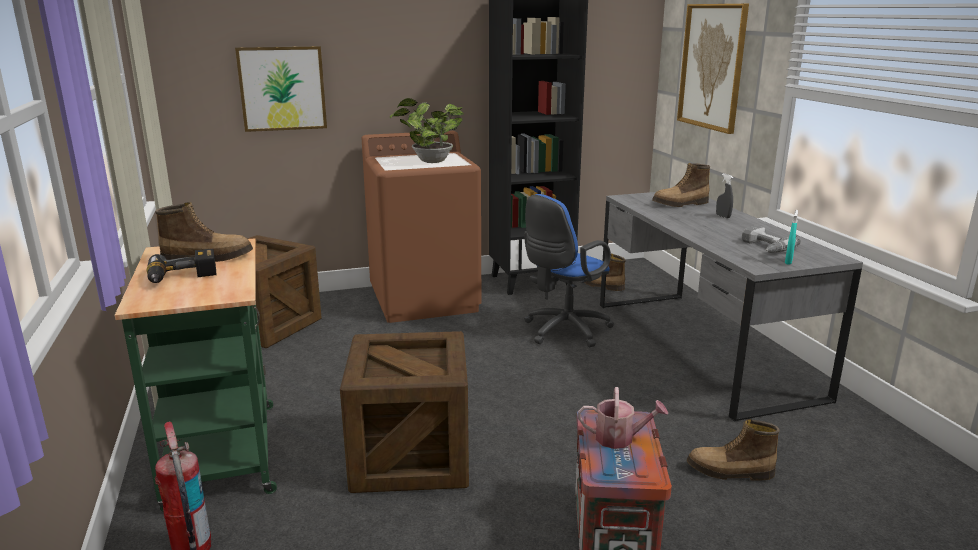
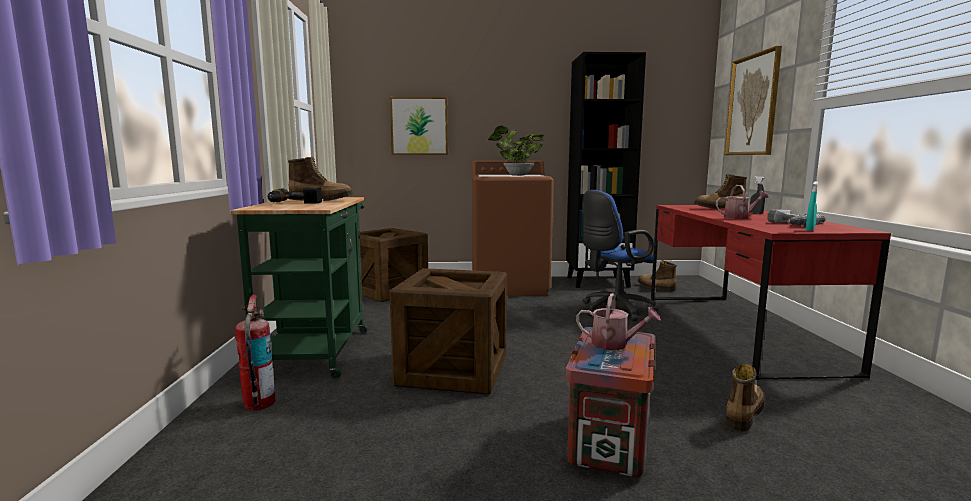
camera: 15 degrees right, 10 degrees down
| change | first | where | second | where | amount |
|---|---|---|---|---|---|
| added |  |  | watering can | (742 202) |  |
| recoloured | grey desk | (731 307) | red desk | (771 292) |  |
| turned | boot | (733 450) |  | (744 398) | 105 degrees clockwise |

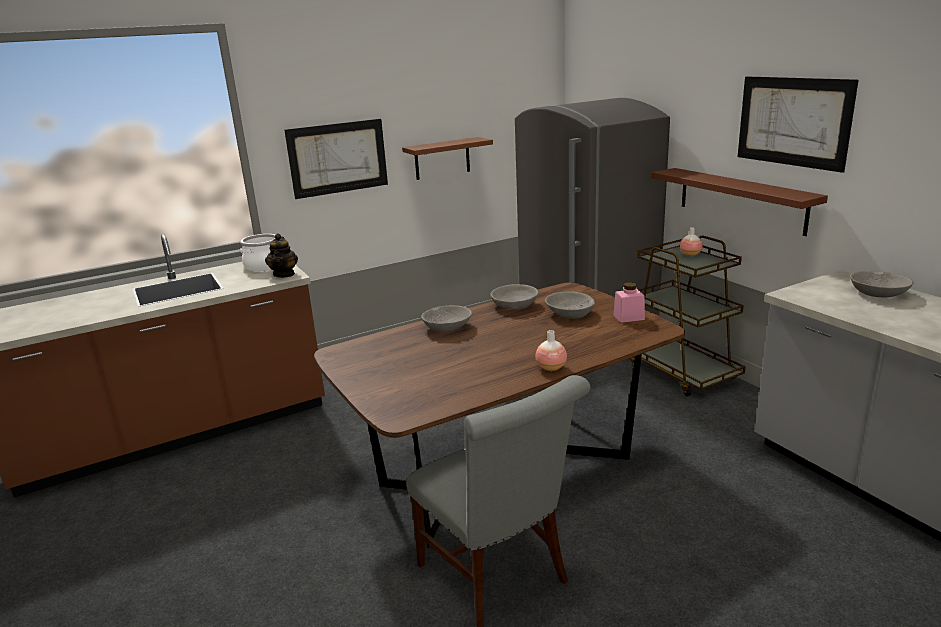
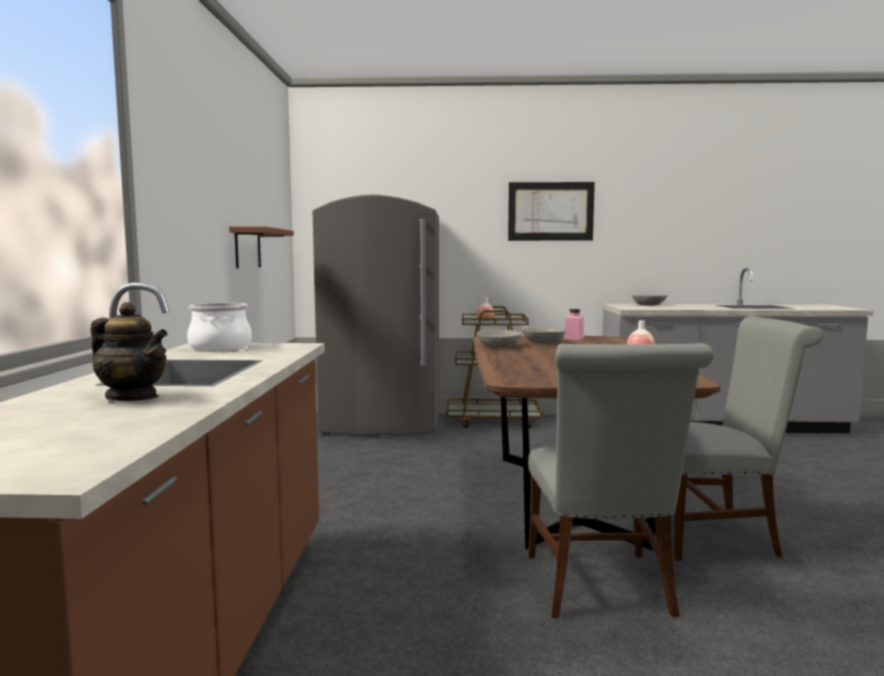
camera: 60 degrees left, 15 degrees down
| change | first | where | second | where | amount |
|---|---|---|---|---|---|
| removed | picture | (336 159) |  |  |  |
| removed | grey bowl | (446 318) |  |  |  |
| removed | brown shelf | (739 202) |  |  |  |
| added |  |  | grey chair | (621 481) |  |
| moved | teapot | (281 255) |  | (129 351) |  |

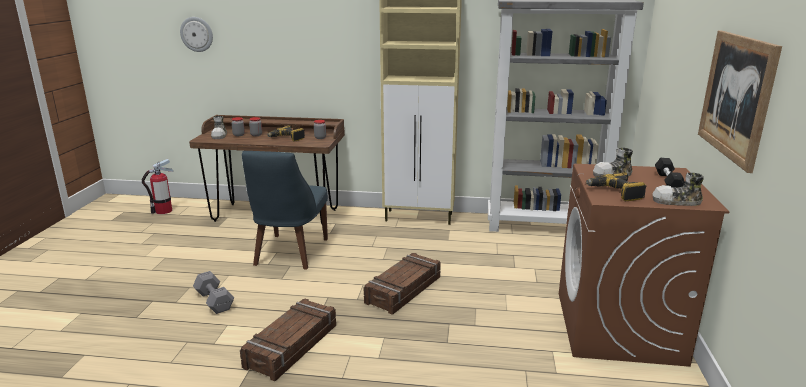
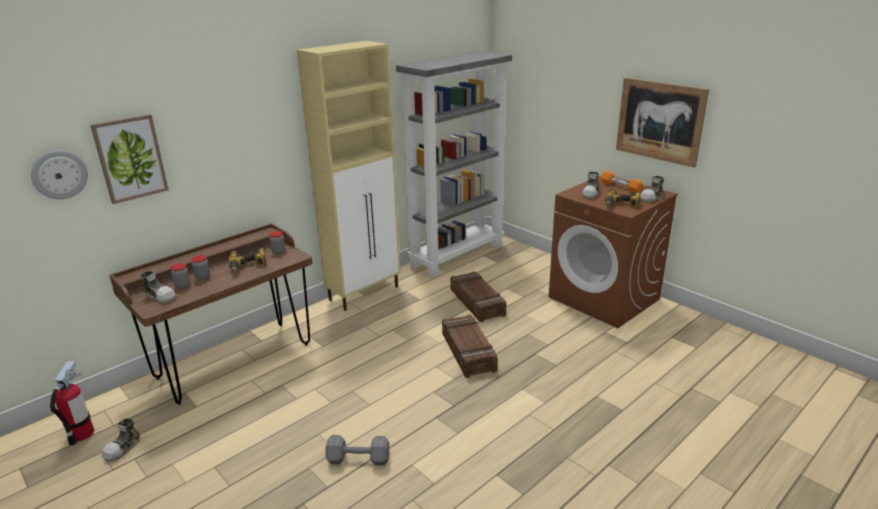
camera: 50 degrees left, 5 degrees up
| change | first | where | second | where | amount |
|---|---|---|---|---|---|
| removed | blue chair | (285 210) |  |  |  |
| added |  |  | picture | (129 159) |  |
| added |  |  | shoe | (121 440) |  |
| moved | crate | (288 340) |  | (478 297) |  |
| recoloured | black dumbbell | (670 173) | orange dumbbell | (622 182) |  |

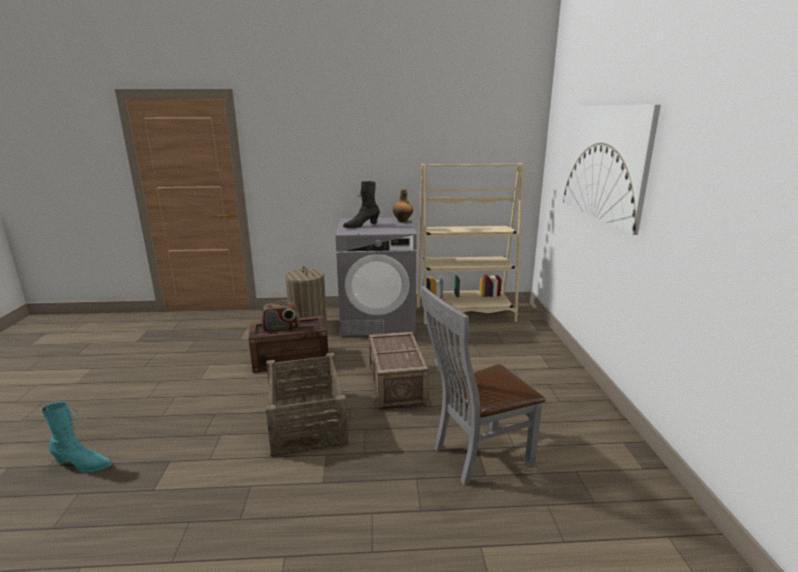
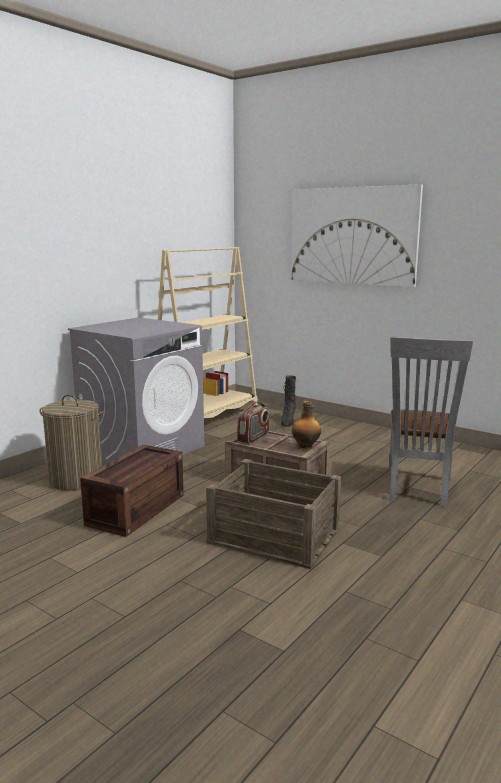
camera: 50 degrees left, 5 degrees down
| change | first | where | second | where | amount |
|---|---|---|---|---|---|
| removed | turquoise boot | (76 436) |  |  |  |
| moved | radio | (281 316) |  | (253 423) |  |
| moved | black boot | (361 204) |  | (288 401) |  |
| moved | bottle | (403 205) |  | (306 425) |  |

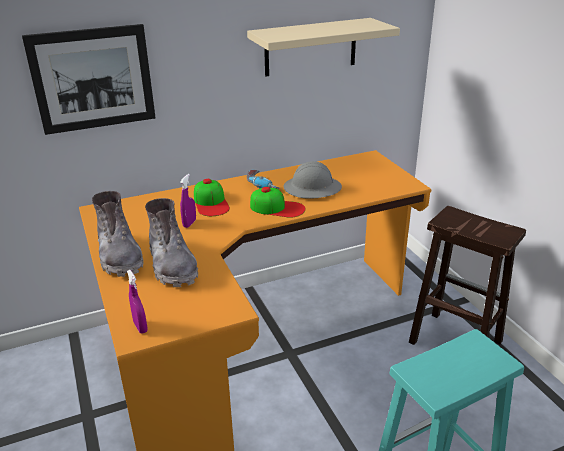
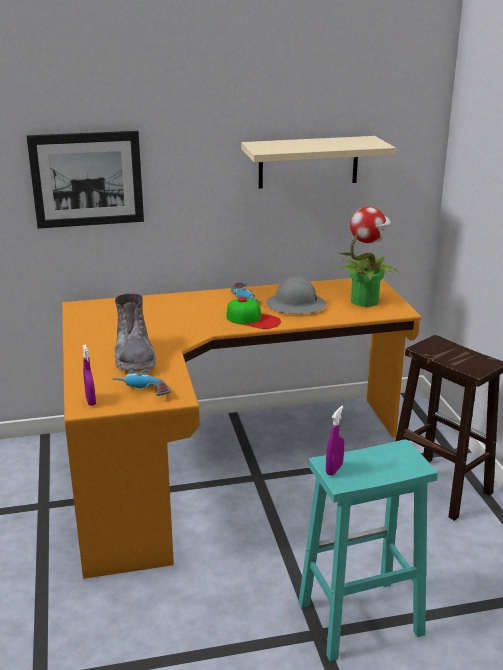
camera: 10 degrees right, 5 degrees down
| change | first | where | second | where | amount |
|---|---|---|---|---|---|
| removed | grey boot | (118 234) |  |  |  |
| removed | cap | (212 197) |  |  |  |
| added |  |  | power drill | (142 384) |  |
| added |  |  | potted plant | (367 257) |  |
| moved | purple spray bottle | (188 201) |  | (335 441) |  |

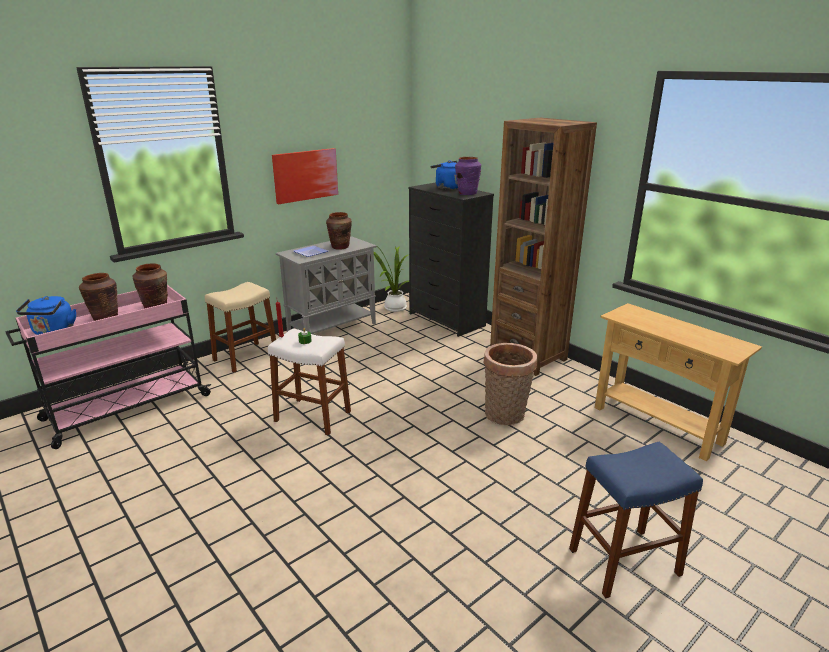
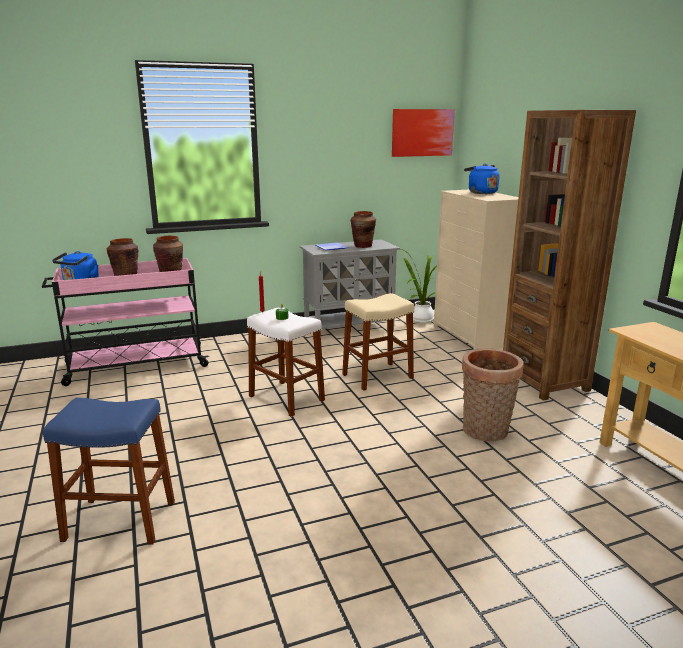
camera: 20 degrees right, 5 degrees down
| change | first | where | second | where | amount |
|---|---|---|---|---|---|
| removed | purple vase | (468 176) |  |  |  |
| moved | beige stool | (240 327) |  | (378 342) |  |
| moved | picture | (305 176) |  | (423 133) |  |
| moved | blue stool | (636 520) |  | (109 471) |  |
| recoloured | black dresser | (451 259) | beige dresser | (476 270) |  |

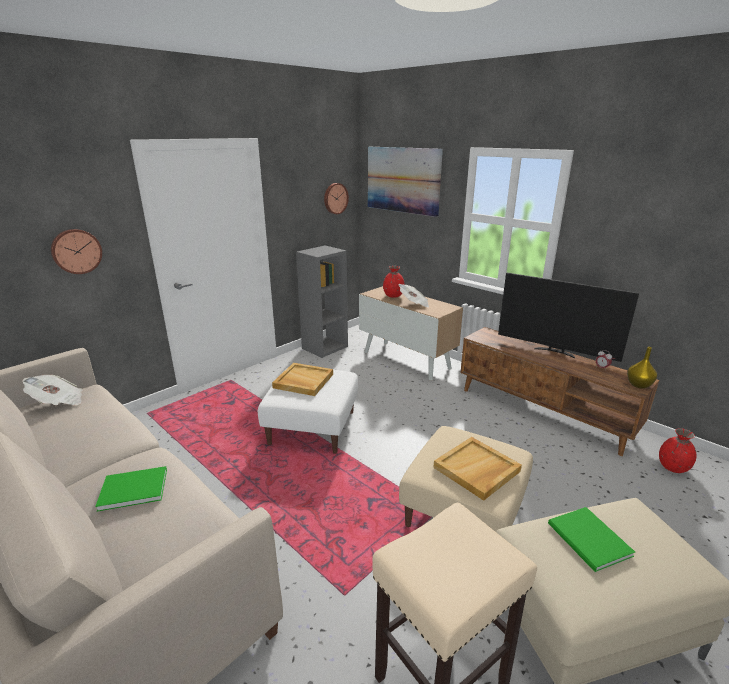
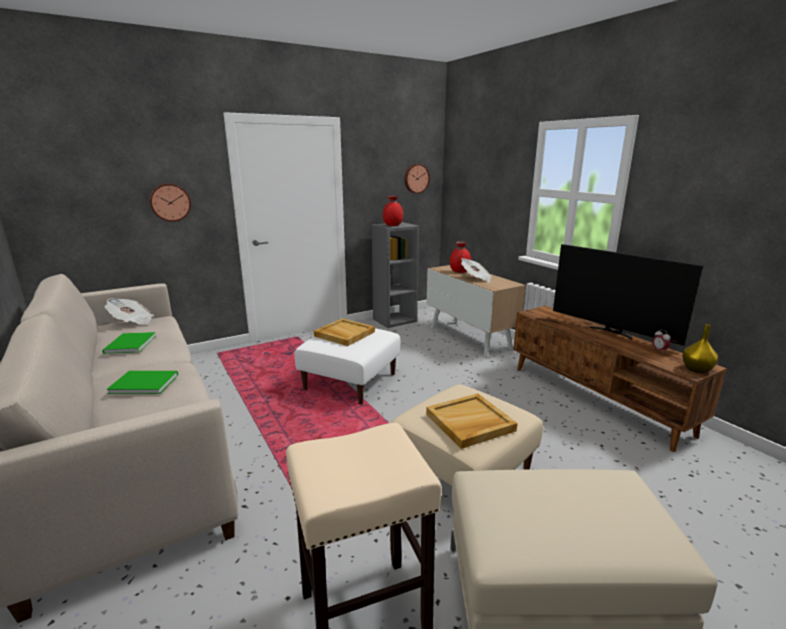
camera: 15 degrees right, 5 degrees down
| change | first | where | second | where | amount |
|---|---|---|---|---|---|
| removed | picture | (405 182) |  |  |  |
| moved | green book | (591 539) |  | (129 343) |  |
| moved | red vase | (677 450) |  | (393 211) |  |

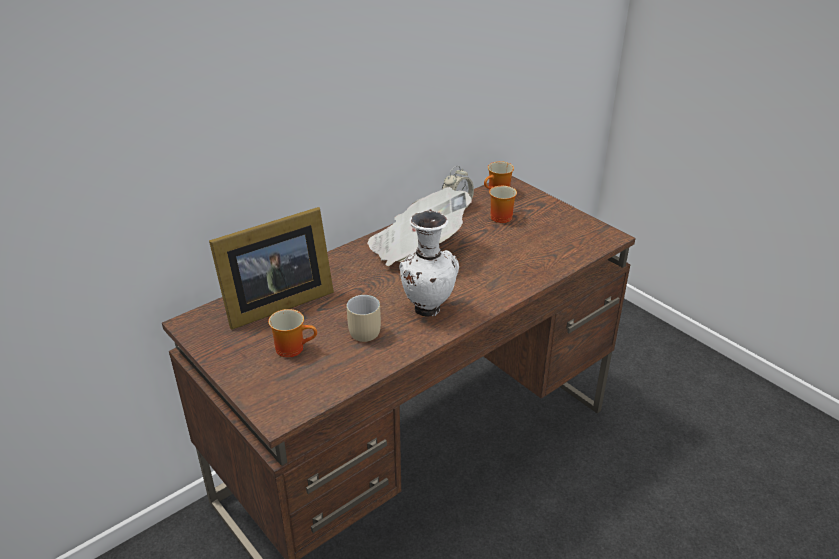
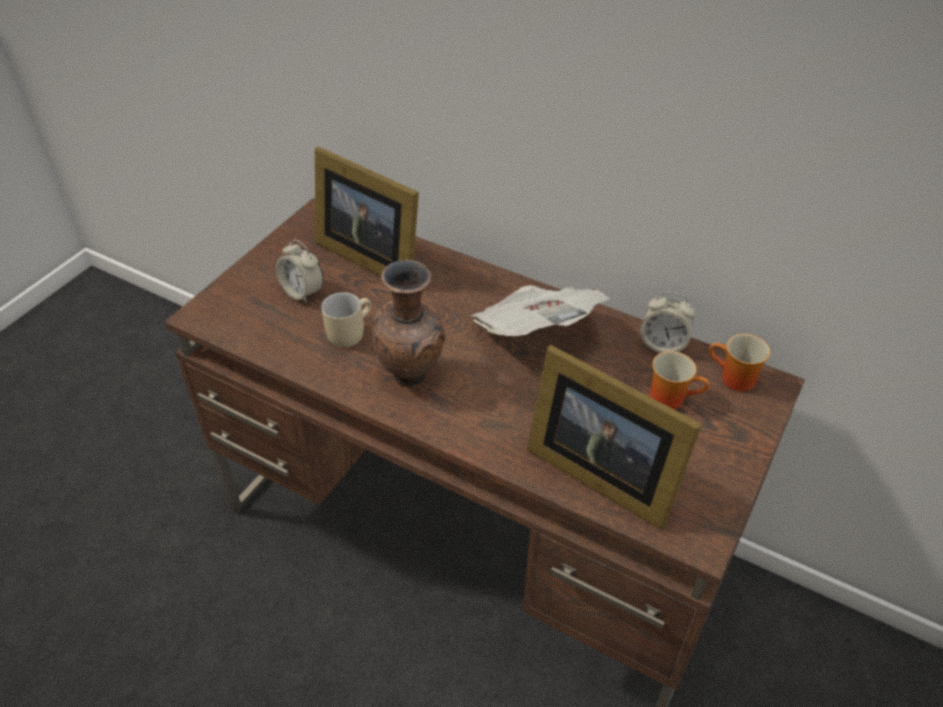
camera: 70 degrees right, 10 degrees up
| change | first | where | second | where | amount |
|---|---|---|---|---|---|
| added |  |  | picture frame | (614 437) |  |
| replaced | mug | (292 333) | alarm clock | (300 271) |  |
| recoloured | white vase | (429 264) | brown vase | (408 323) |  |

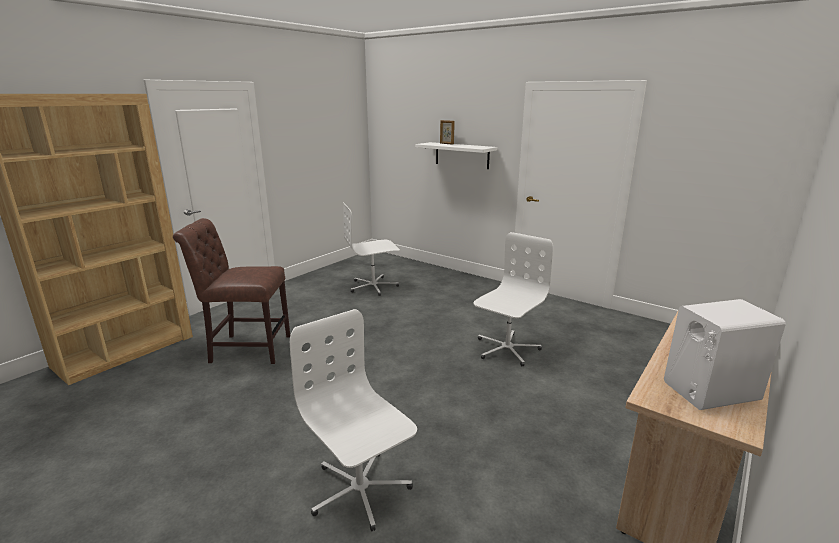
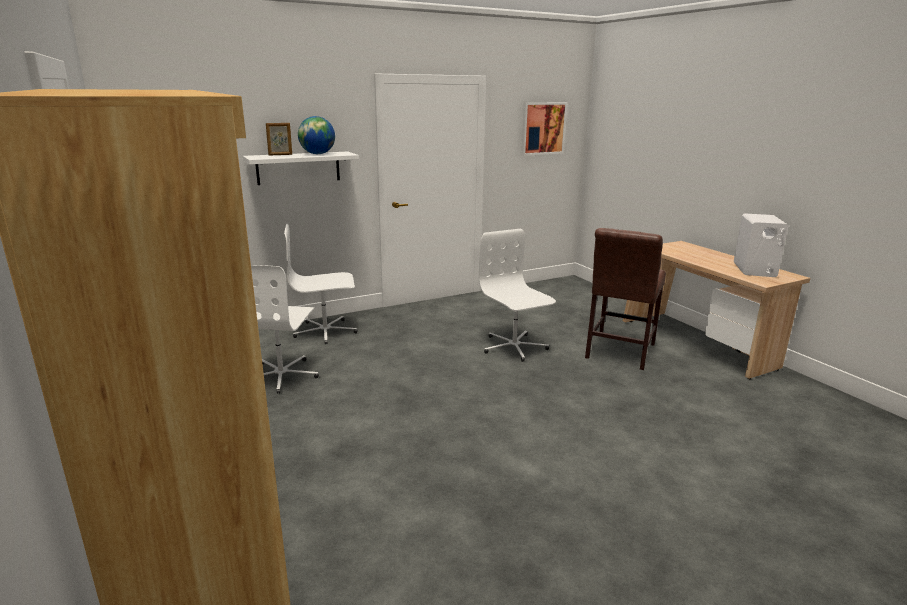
camera: 65 degrees left, 0 degrees up
| change | first | where | second | where | amount |
|---|---|---|---|---|---|
| added |  |  | globe | (316 135) |  |
| added |  |  | picture | (544 129) |  |
| moved | brown chair | (231 291) |  | (625 299) |  |
| moved | white office chair | (353 420) |  | (321 284) |  |

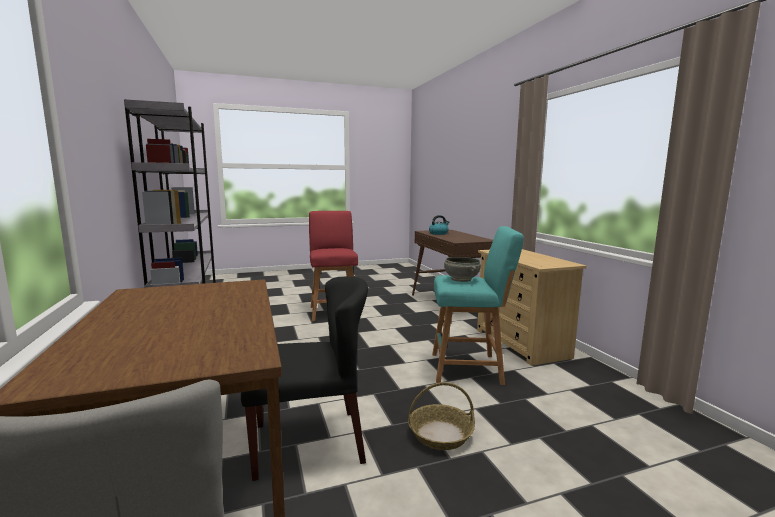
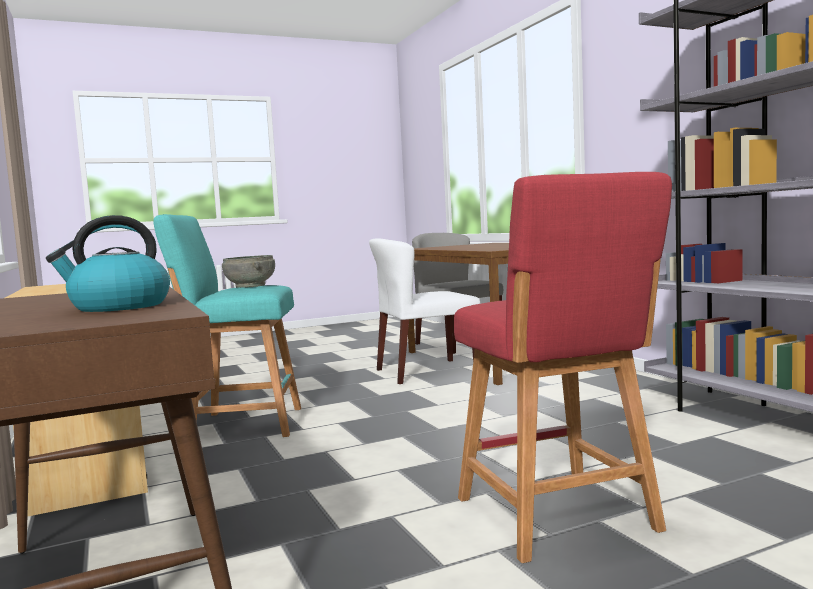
camera: 175 degrees right, 5 degrees down
| change | first | where | second | where | amount |
|---|---|---|---|---|---|
| removed | basket | (441 416) |  |  |  |
| recoloured | black chair | (304 379) | white chair | (425 311) |  |

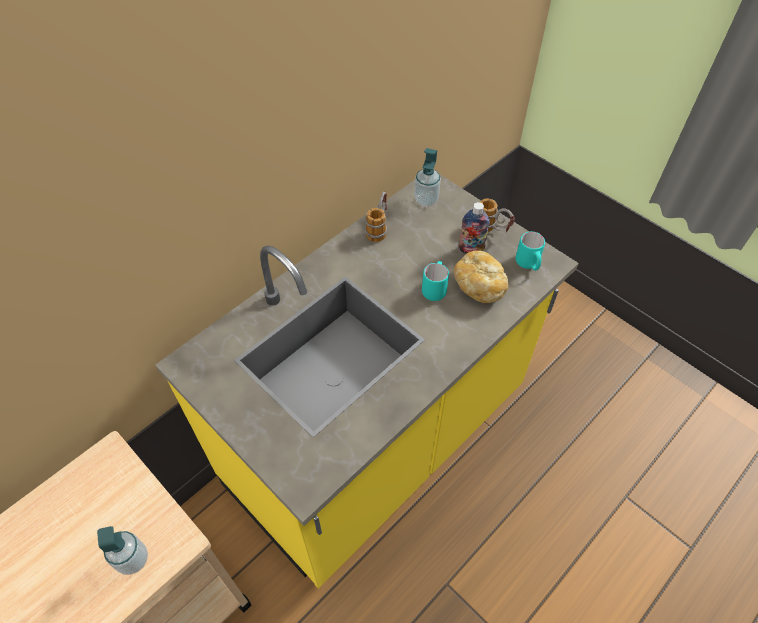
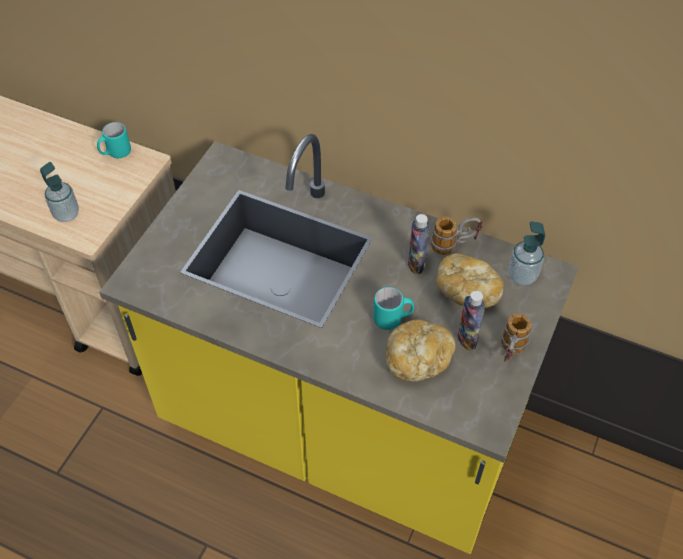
camera: 70 degrees right, 0 degrees up
| change | first | where | second | where | amount |
|---|---|---|---|---|---|
| added |  |  | bottle | (419 244) |  |
| added |  |  | bread | (470 281) |  |
| moved | turquoise mug | (530 251) |  | (114 140) |  |

